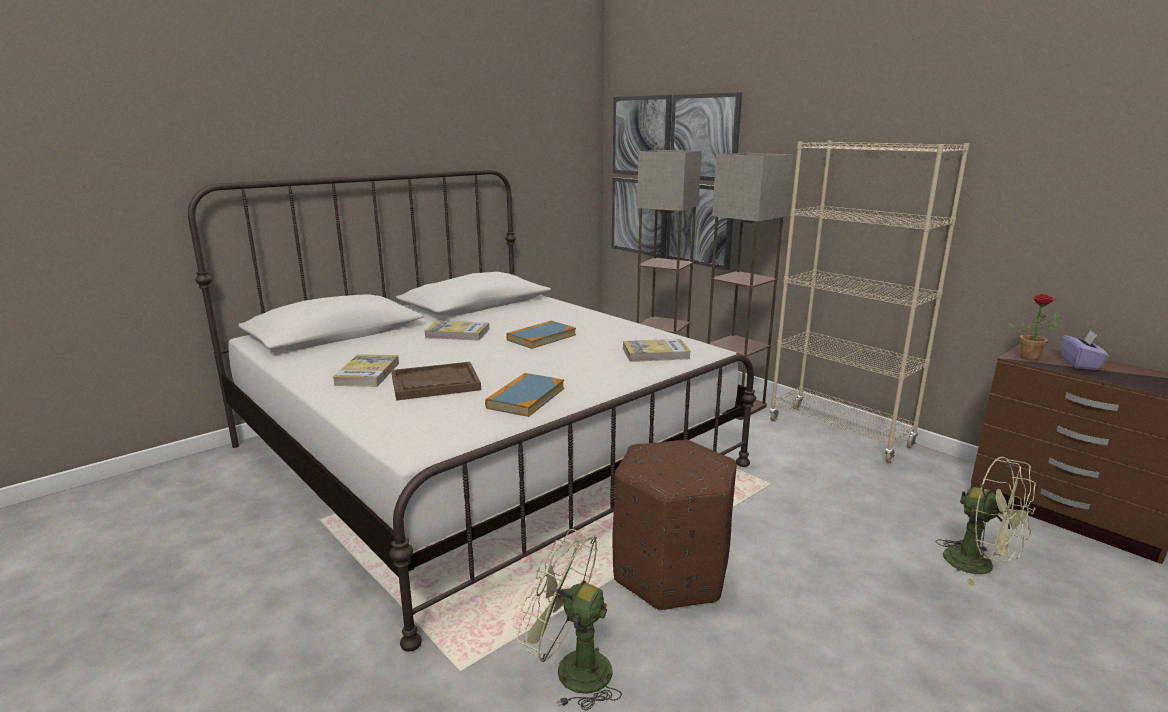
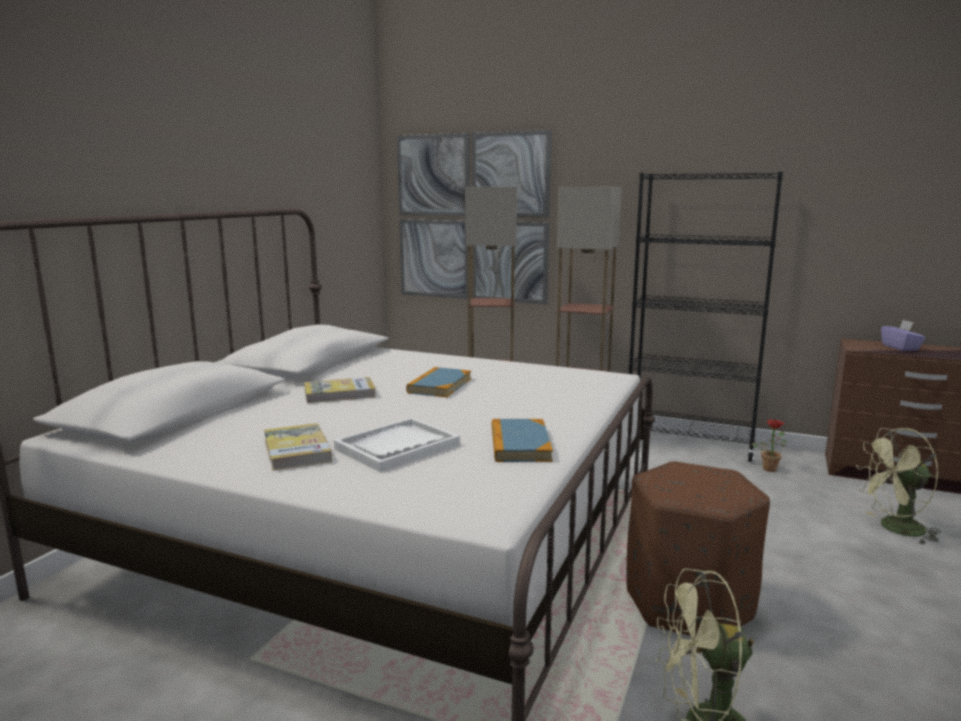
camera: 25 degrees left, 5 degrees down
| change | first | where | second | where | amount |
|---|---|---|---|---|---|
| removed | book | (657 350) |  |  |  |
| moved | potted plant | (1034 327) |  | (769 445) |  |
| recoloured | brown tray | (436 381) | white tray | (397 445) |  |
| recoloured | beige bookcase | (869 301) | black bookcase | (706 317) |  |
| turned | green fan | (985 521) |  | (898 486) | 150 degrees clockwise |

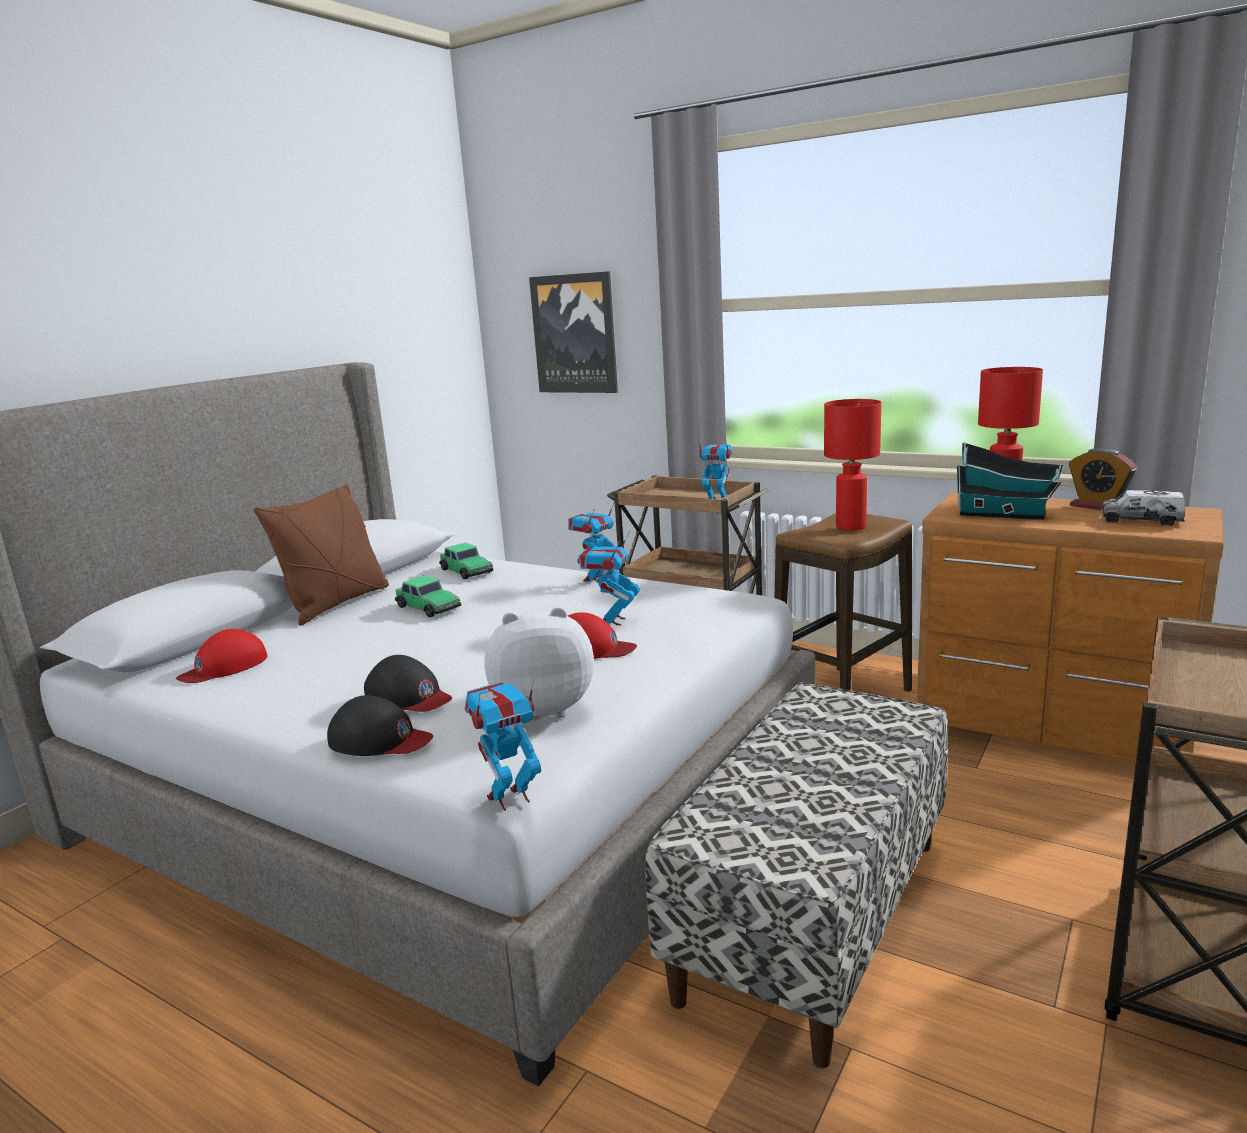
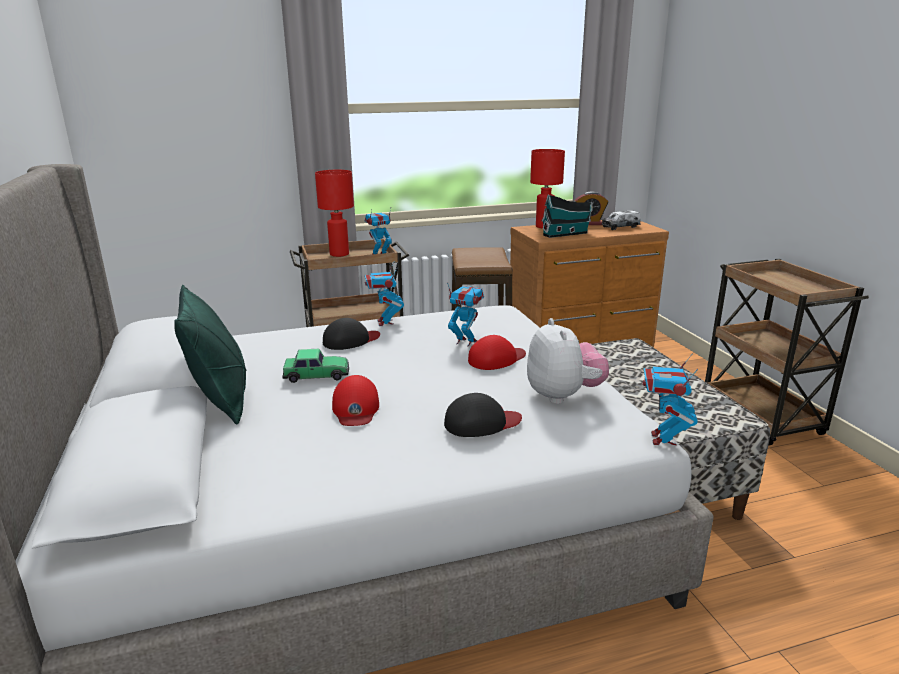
camera: 50 degrees left, 5 degrees up
| change | first | where | second | where | amount |
|---|---|---|---|---|---|
| removed | toy car | (466 561) |  |  |  |
| removed | picture | (573 332) |  |  |  |
| moved | red cap | (221 656) |  | (355 400) |  |
| moved | black cap | (380 725) |  | (351 334) |  |
| moved | red table lamp | (852 464) |  | (334 213) |  |
| recoloured | brown pillow | (321 555) | green pillow | (210 355) |  |
| turned | plush toy | (539 664) |  | (568 361) | 135 degrees clockwise |
| turned | toy robot | (609 578) |  | (465 314) | 150 degrees clockwise |

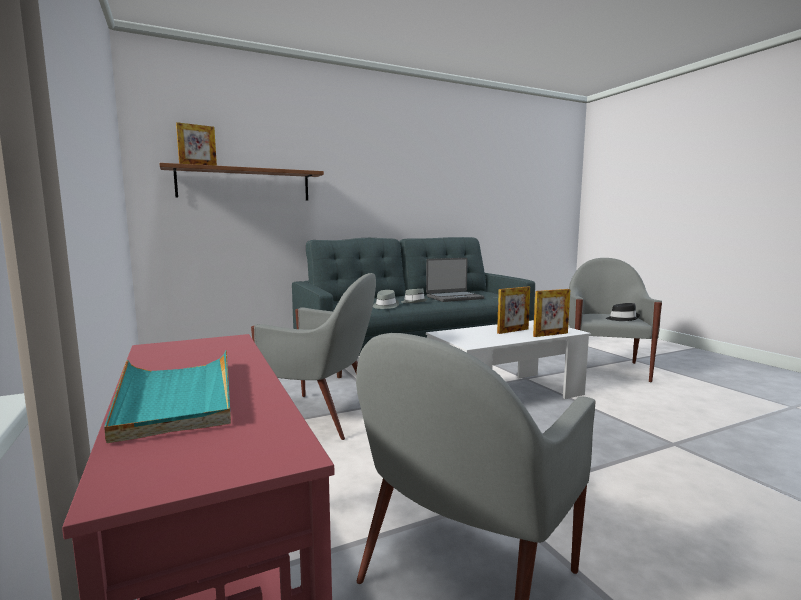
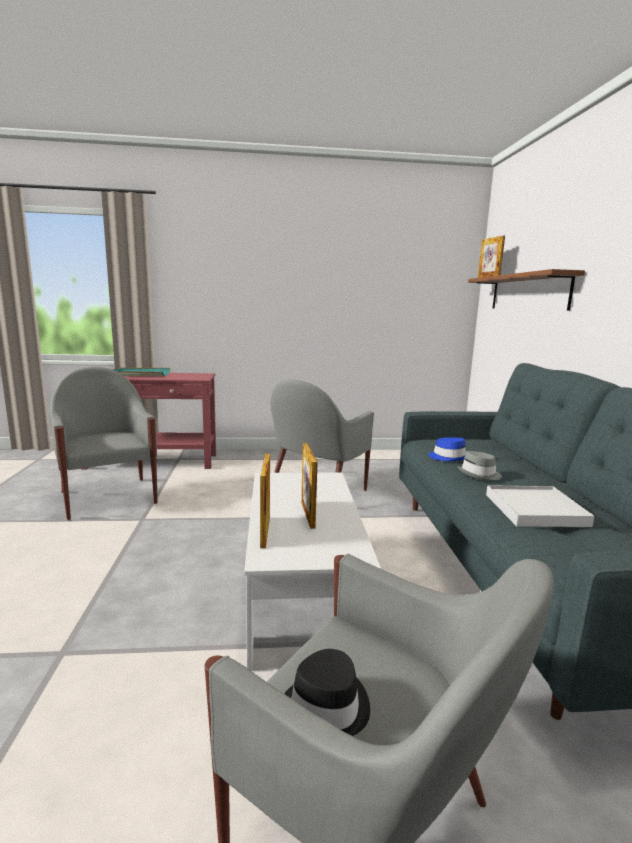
camera: 110 degrees right, 5 degrees up
| change | first | where | second | where | amount |
|---|---|---|---|---|---|
| replaced | laptop | (455 280) | white tray | (540 506) |  |
| recoloured | grey hat | (386 299) | blue hat | (447 449) |  |

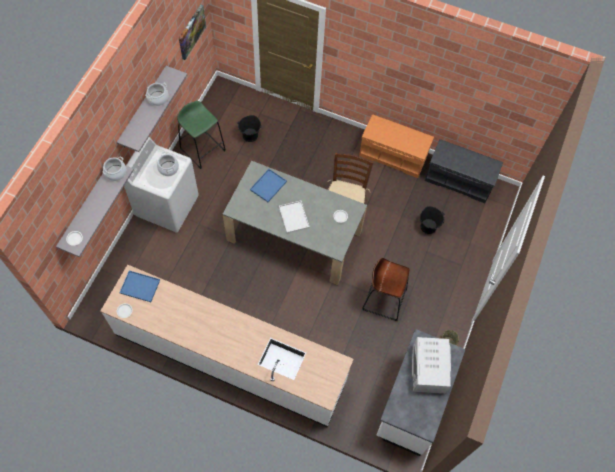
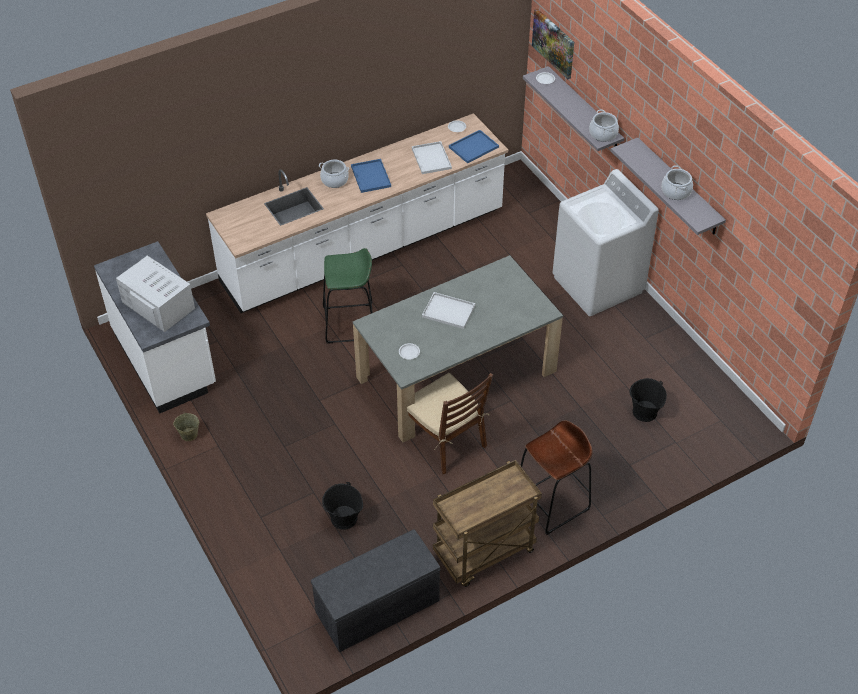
camera: 130 degrees right, 15 degrees down
| change | first | where | second | where | amount |
|---|---|---|---|---|---|
| added |  |  | white tray | (432 157) |  |
| moved | cooking pot | (168 164) |  | (334 173) |  |
| moved | green stool | (201 135) |  | (348 296) |  |
| moved | picture | (192 32) |  | (553 44) |  |
| moved | blue tray | (268 185) |  | (371 176) |  |
| moved | brown stool | (386 289) |  | (556 477) |  |
| replaced | orange bench | (396 146) | brown cart | (487 523) |  |

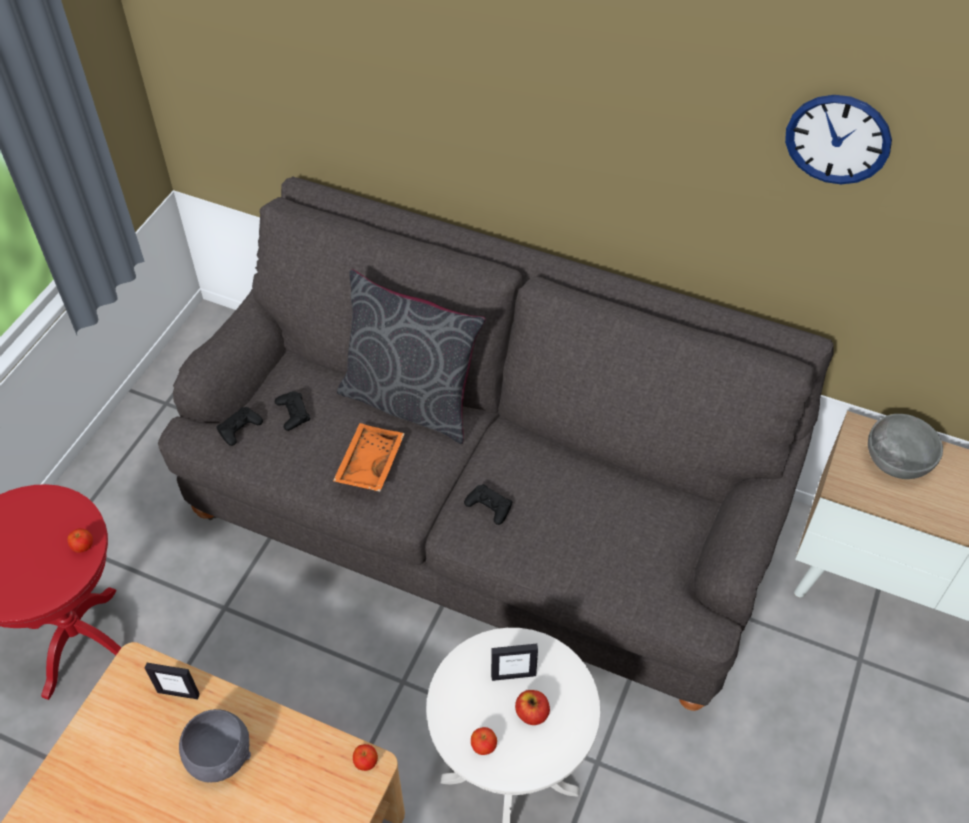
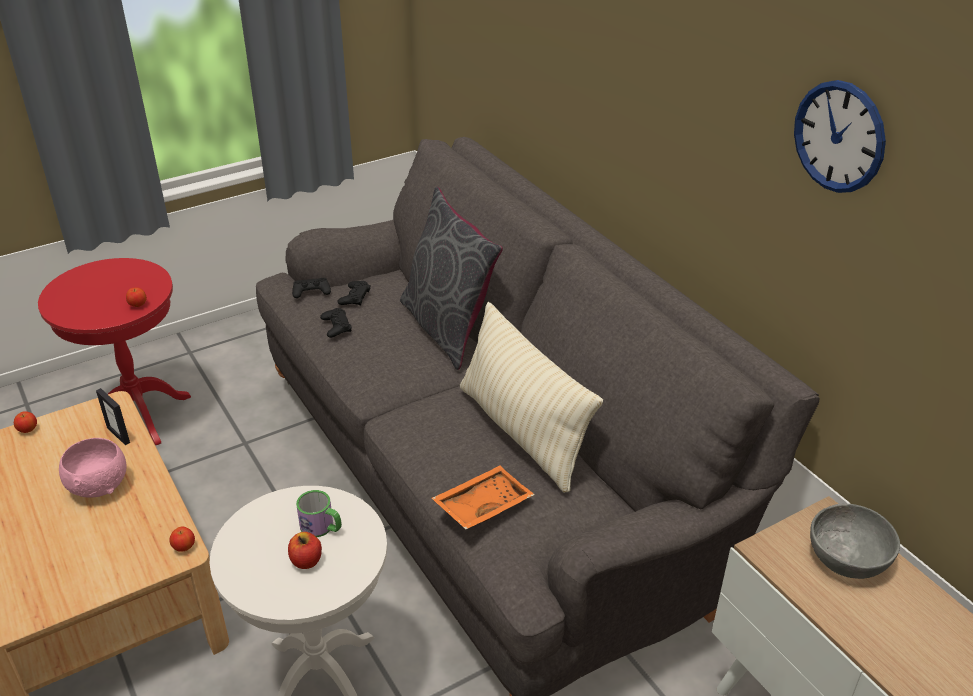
camera: 35 degrees right, 15 degrees down
| change | first | where | second | where | amount |
|---|---|---|---|---|---|
| added |  |  | beige pillow | (531 397) |  |
| moved | orange tray | (369 457) |  | (483 497) |  |
| moved | black game controller | (488 504) |  | (336 323) |  |
| moved | apple | (484 741) |  | (25 422) |  |
| replaced | picture frame | (514 662) | mug | (319 513) |  |
| recoloured | grey bowl | (215 745) | pink bowl | (93 468) |  |

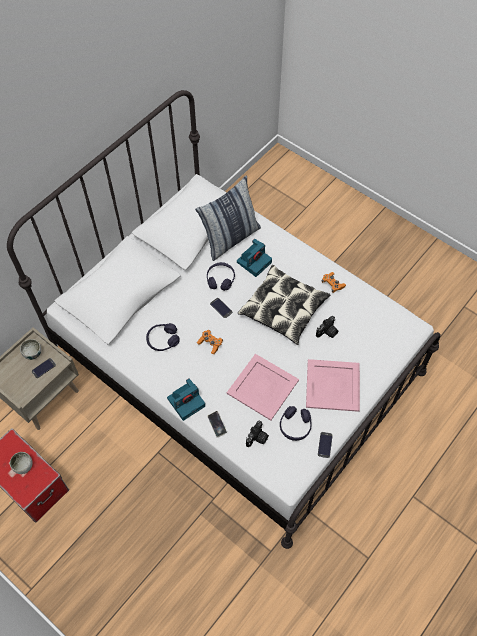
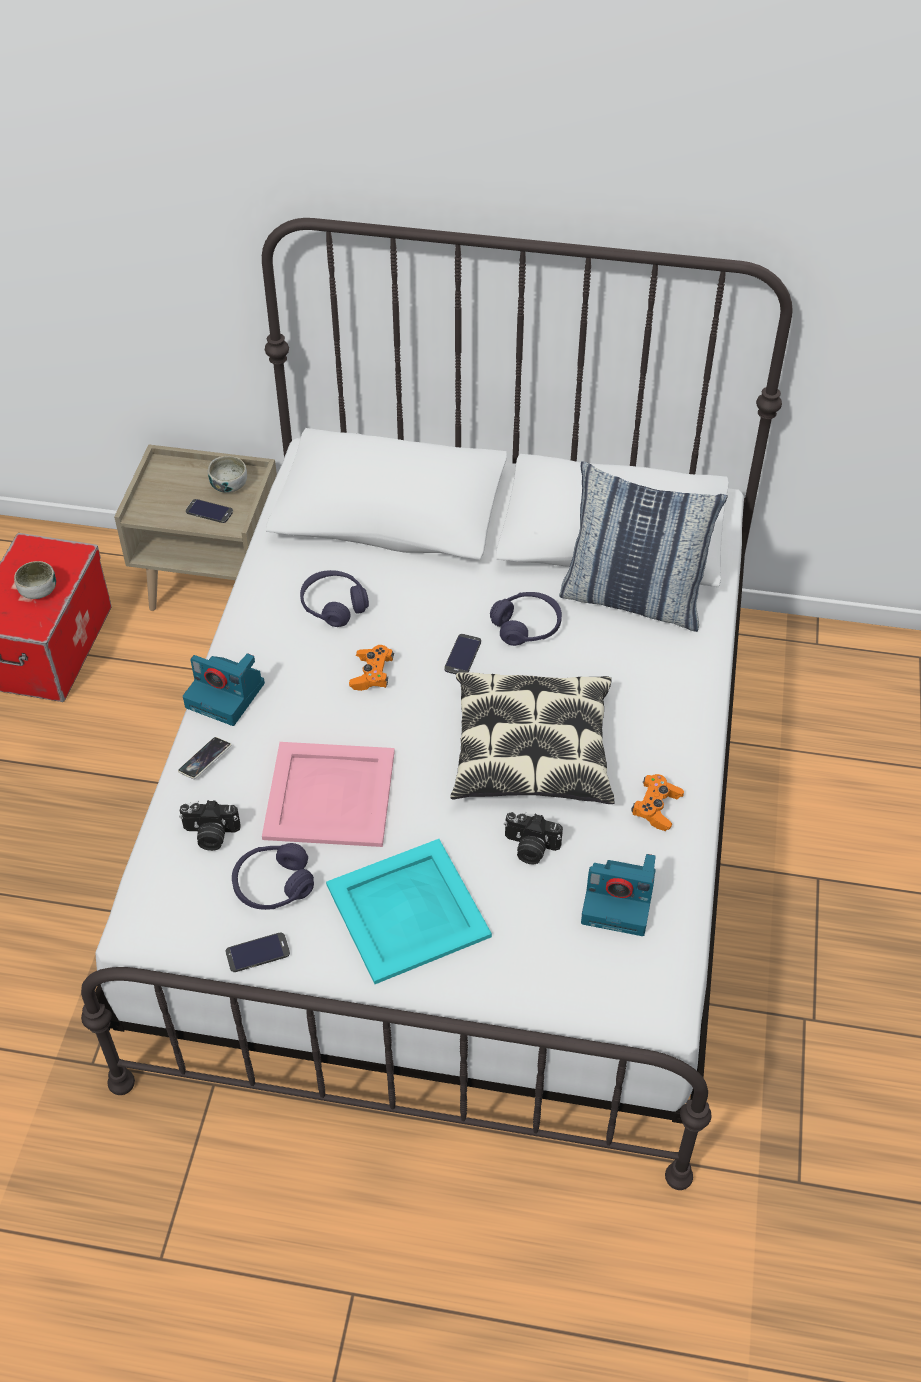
camera: 60 degrees right, 10 degrees down
| change | first | where | second | where | amount |
|---|---|---|---|---|---|
| moved | photo camera | (254 258) |  | (618 895) |  |
| recoloured | pink tray | (333 385) | turquoise tray | (409 911) |  |

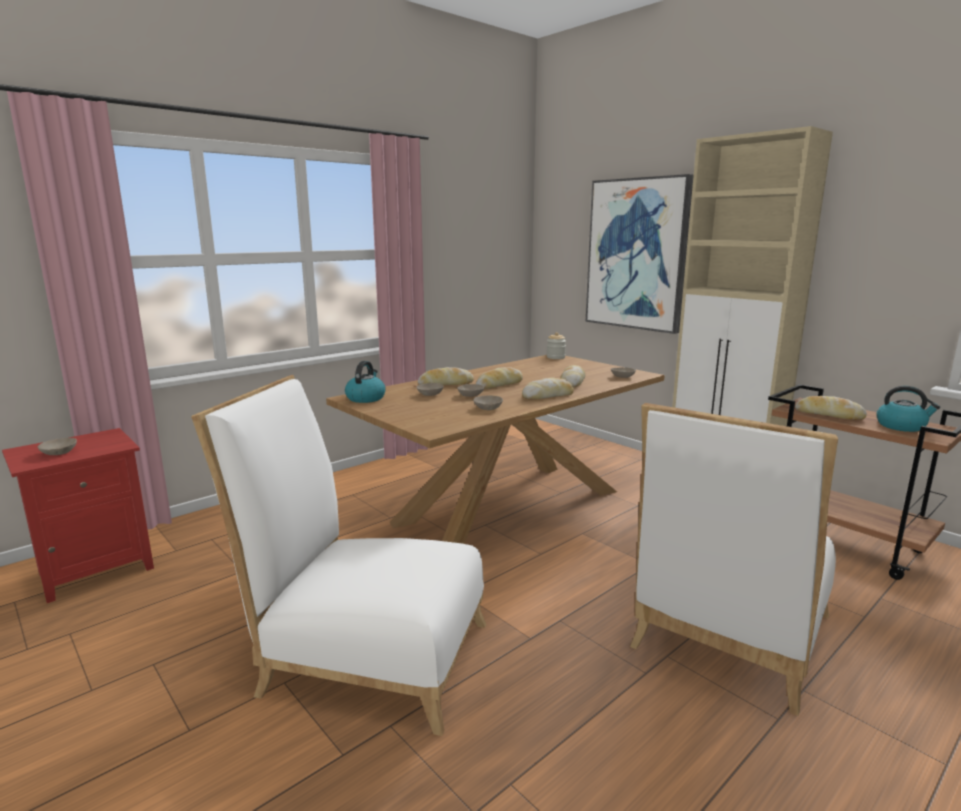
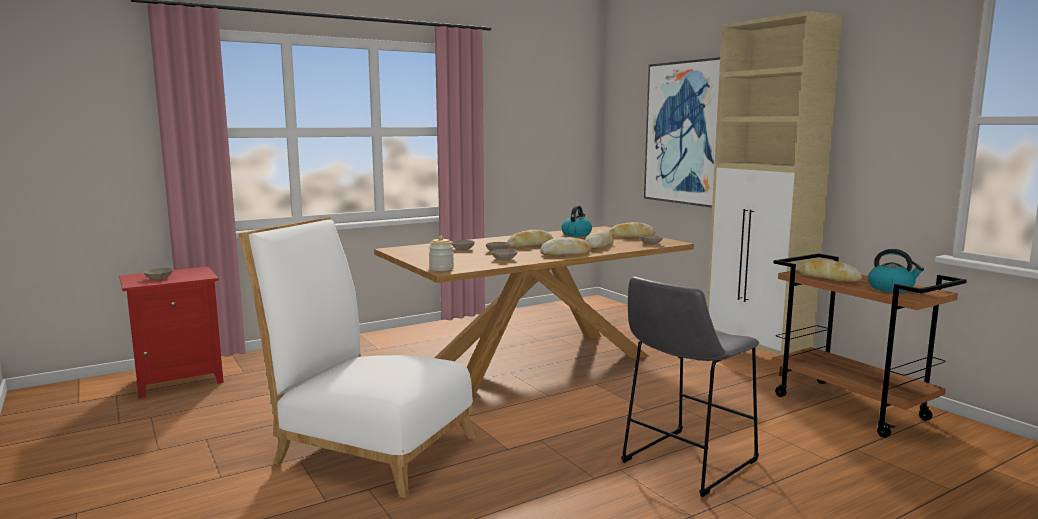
camera: 10 degrees right, 5 degrees down
| change | first | where | second | where | amount |
|---|---|---|---|---|---|
| moved | kettle | (365 382) |  | (576 221) |  |
| moved | bread | (446 376) |  | (632 229) |  |
| moved | jar | (556 345) |  | (441 253) |  |
| replaced | white chair | (734 559) | grey stool | (690 386) |  |

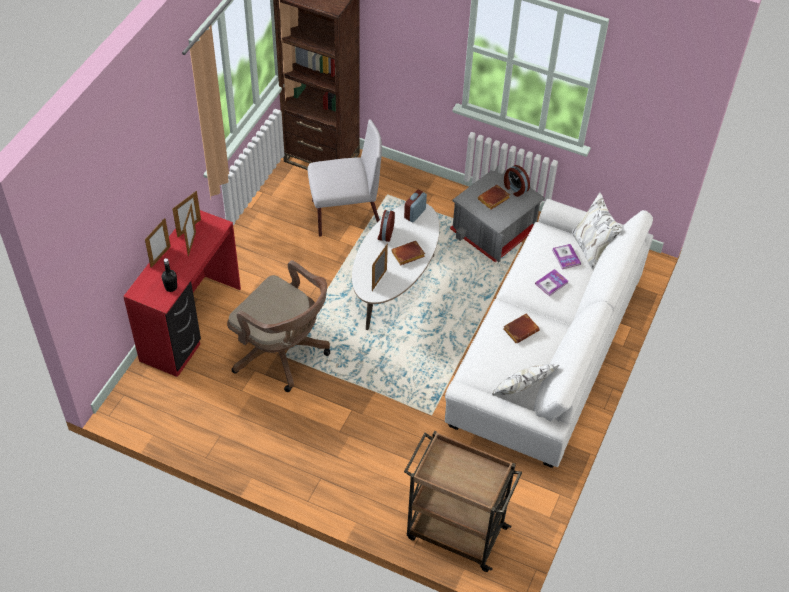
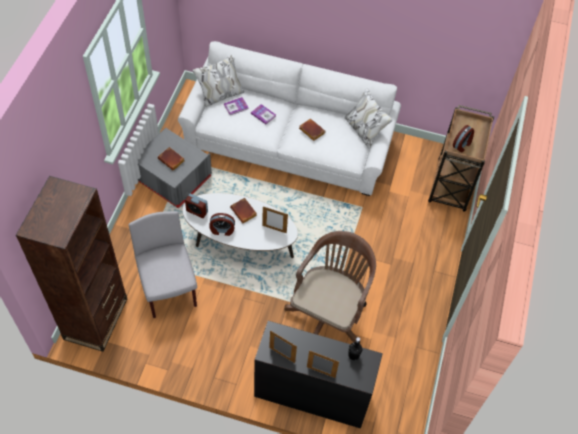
camera: 100 degrees left, 5 degrees up
| change | first | where | second | where | amount |
|---|---|---|---|---|---|
| removed | picture frame | (189 229) |  |  |  |
| moved | alarm clock | (517 181) |  | (463 138) |  |
| recoloured | red desk | (182 293) | black desk | (318 375) |  |

